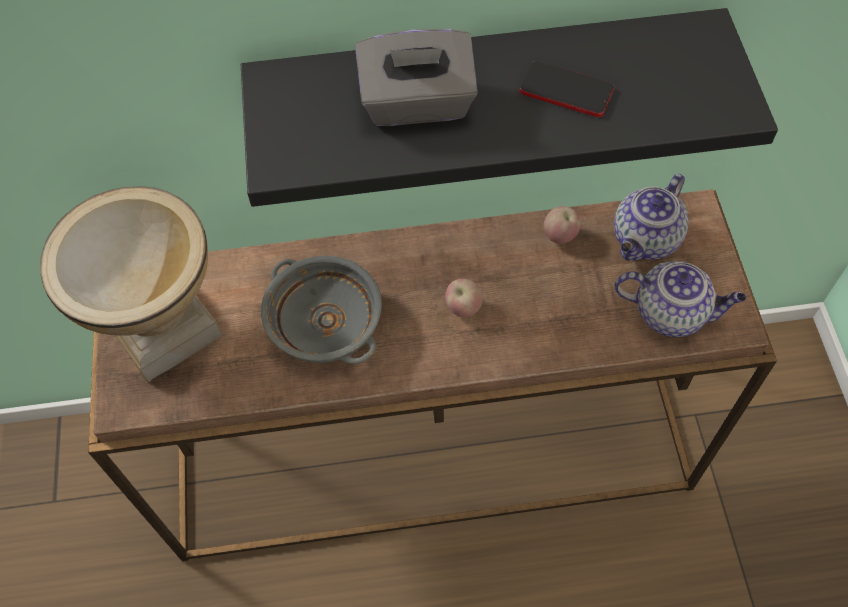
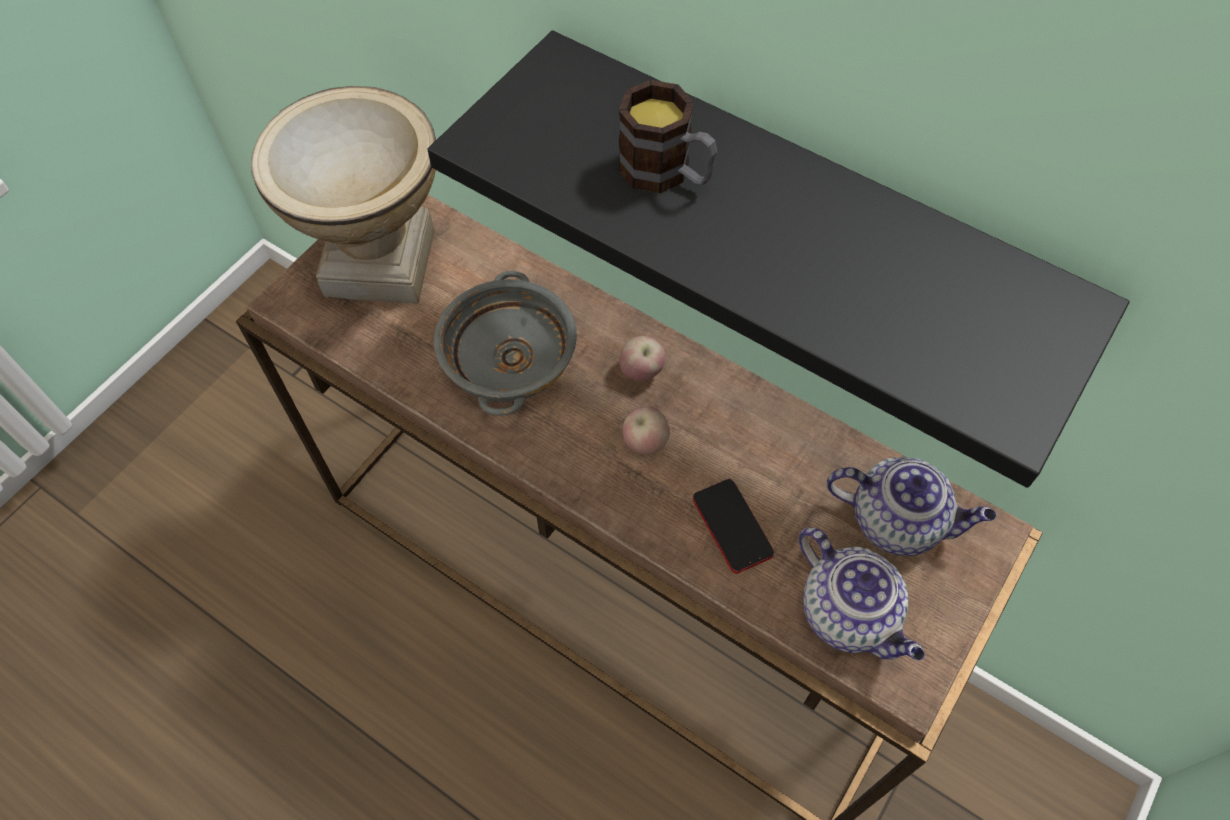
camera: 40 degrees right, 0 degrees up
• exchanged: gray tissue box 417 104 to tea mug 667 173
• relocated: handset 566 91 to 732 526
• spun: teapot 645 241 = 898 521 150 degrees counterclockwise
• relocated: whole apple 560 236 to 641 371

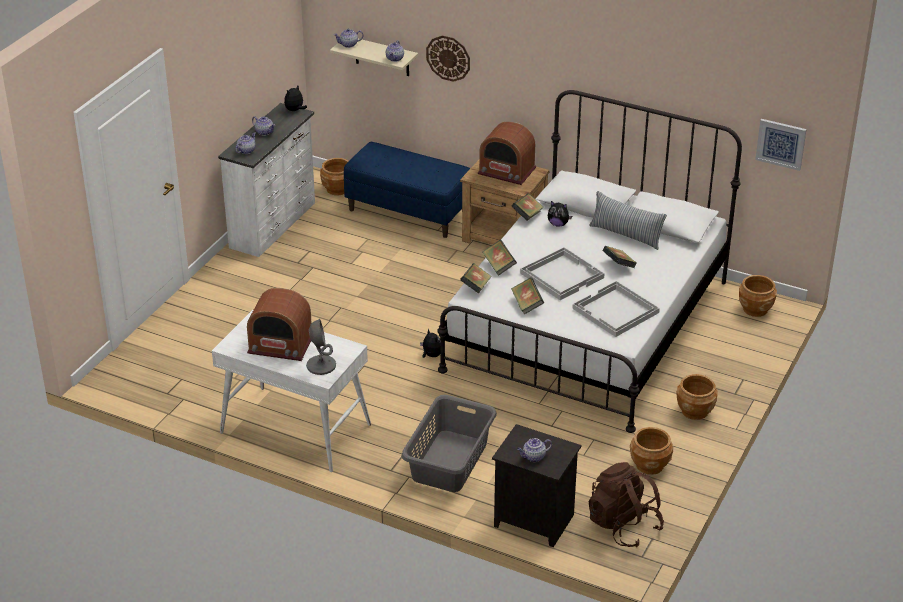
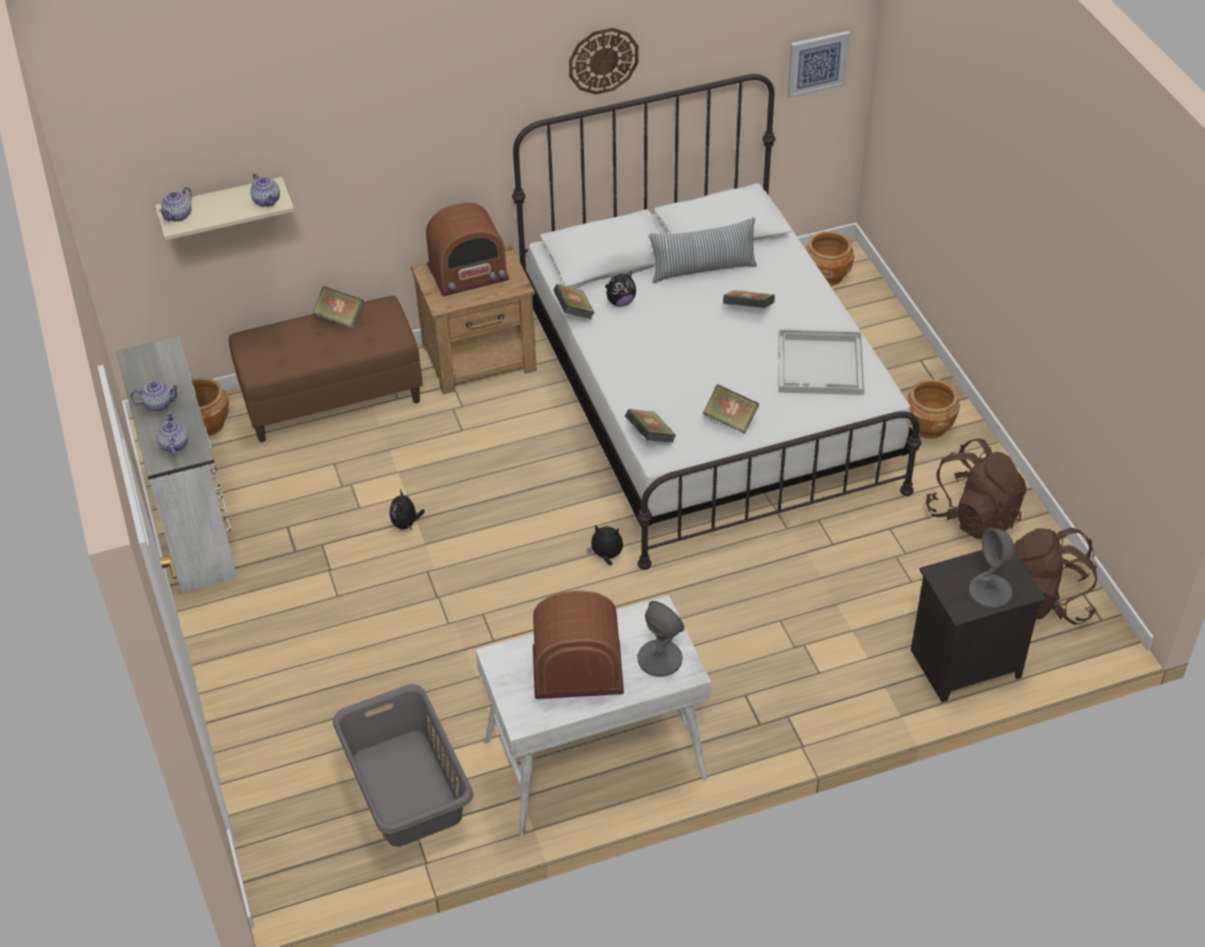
camera: 45 degrees left, 10 degrees up
• relocated: hanging clock 448 58 to 603 60
• relocated: cuddly toy 295 110 to 406 524
• colour: blue-coloured long seat 408 212 to brownish long seat 332 398
• relocated: bound book 499 266 to 339 318
• missing: whitish tray 562 275
• spun: radio set 280 345 = 577 669 150 degrees counterclockwise
• relocated: gray hamper 448 461 to 406 789
• exchanged: brownish plant pot 650 465 to brownish backpack 973 516
• exchanged: teapot 533 457 to gray lamp for a table 990 592

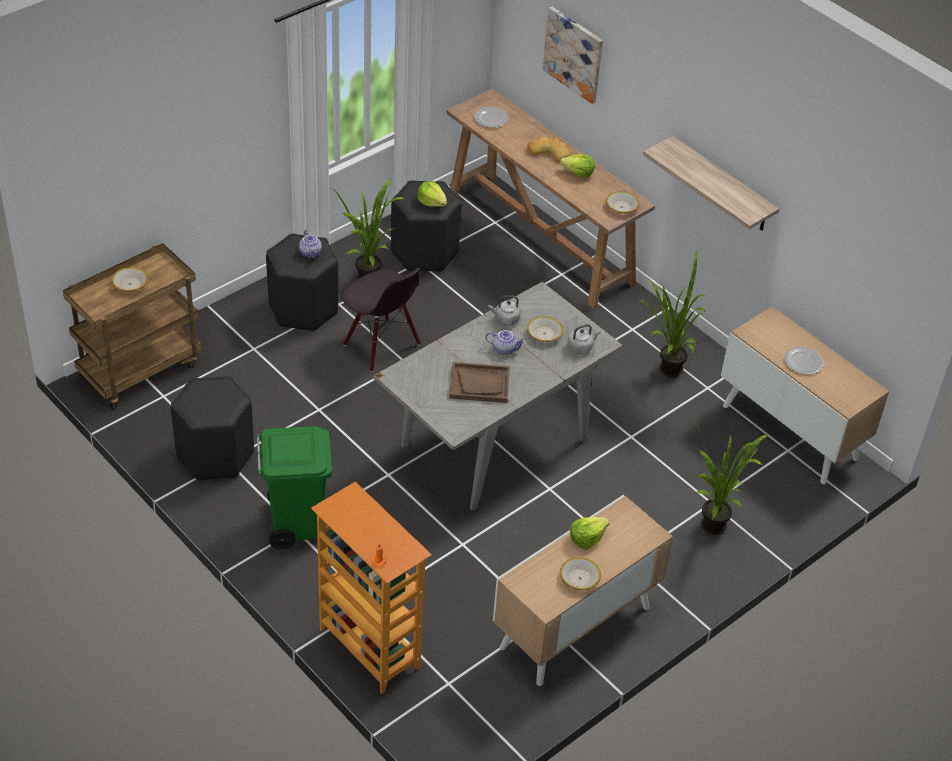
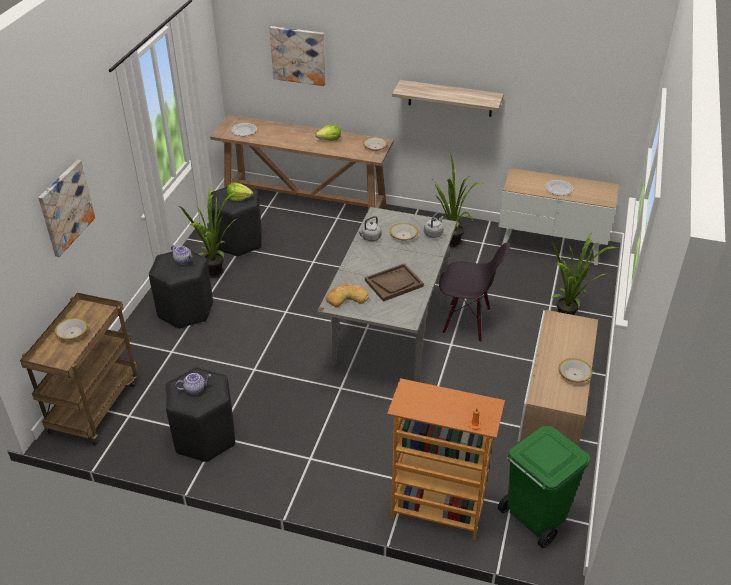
camera: 30 degrees left, 5 degrees down
• relocated: bakery bread 549 152 to 346 298
• relocated: black plain chair 381 345 to 466 322
• relocated: teapot 504 349 to 195 389
• relocated: green trash can 296 523 to 534 518
• missing: lettuce head 587 538
• appeared: wall art 65 207

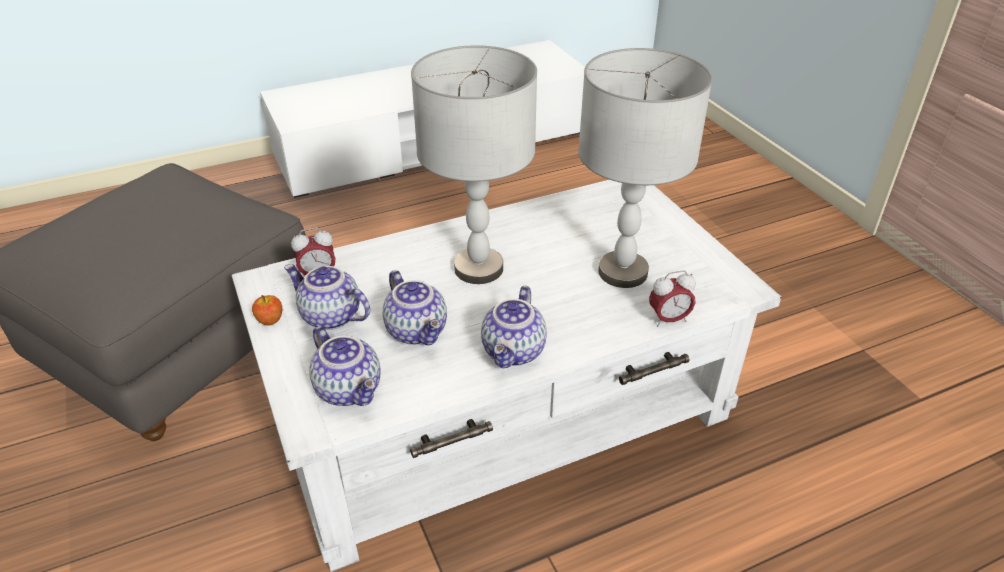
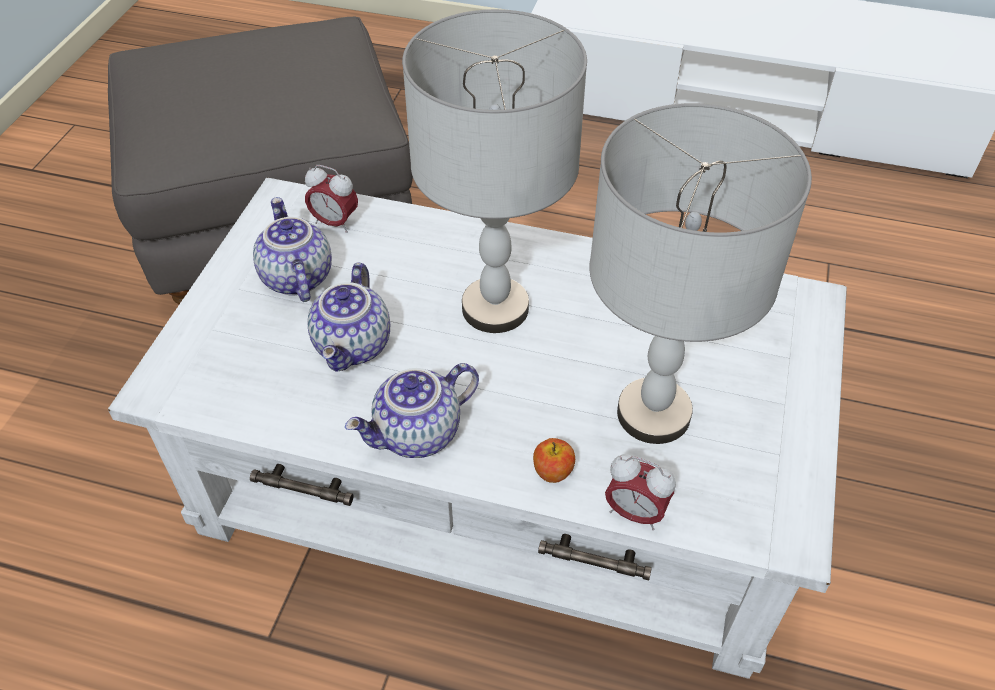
camera: 40 degrees right, 10 degrees up
• relocated: whole apple 270 320 to 553 471
• missing: teapot 350 389

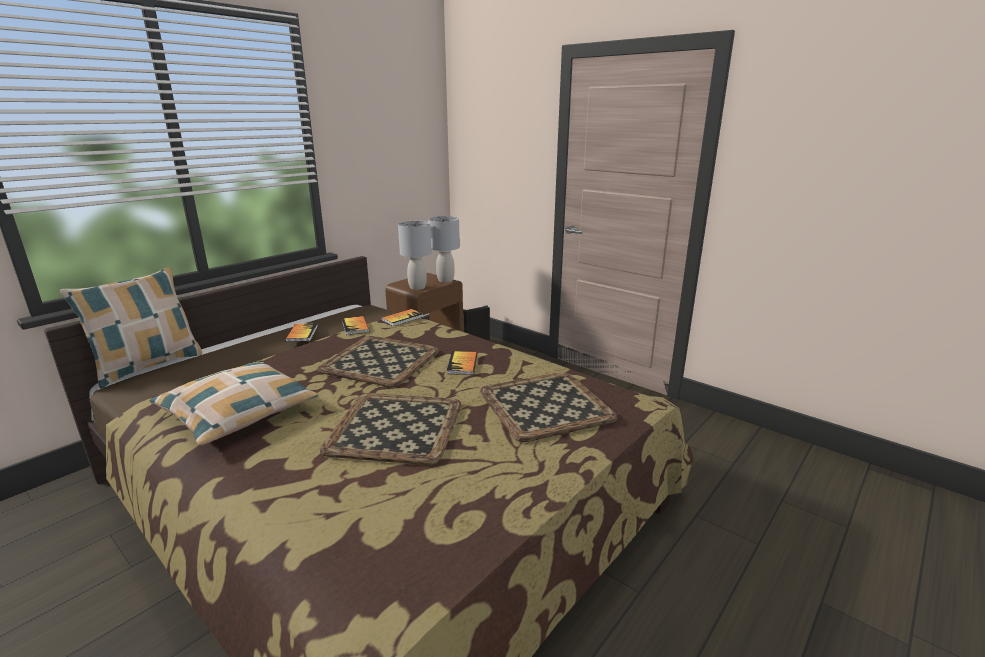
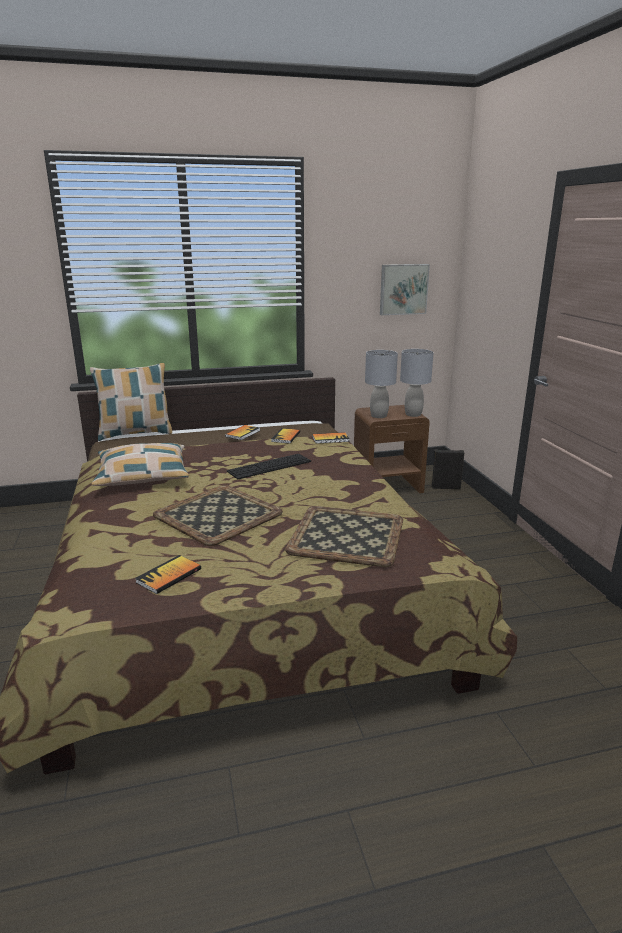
camera: 35 degrees right, 0 degrees up
• exchanged: tray 380 360 to computer keyboard 269 466
• relocated: bound book 462 364 to 169 576
• appeared: wall art 403 289

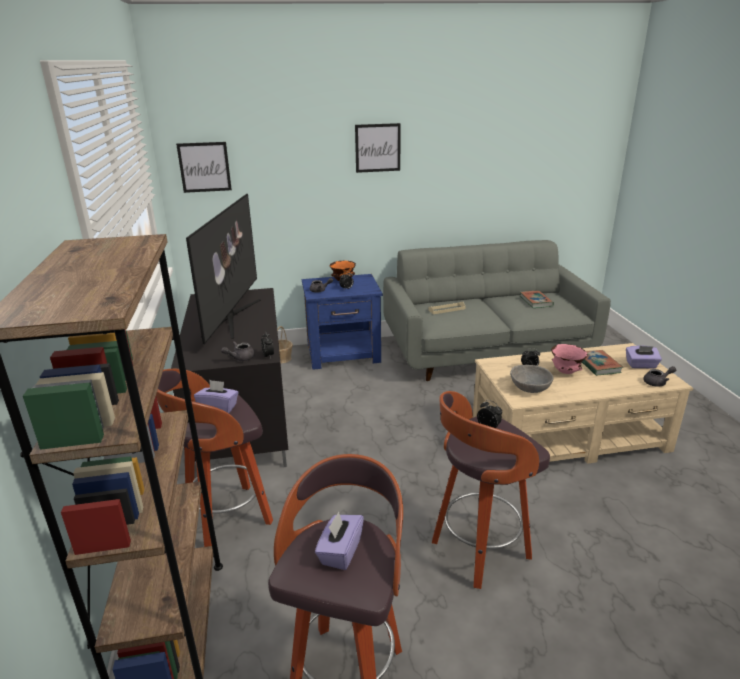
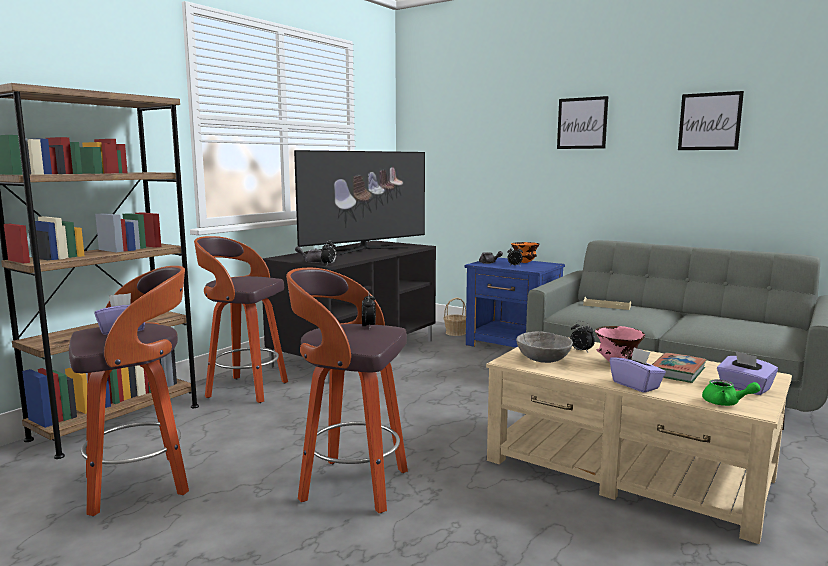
camera: 45 degrees right, 15 degrees down
• relocated: wall art 204 167 to 709 121
• missing: bound book 536 301
• colour: gray teapot 657 382 to green teapot 726 403
• relocated: purplish tissue box 218 408 to 636 385

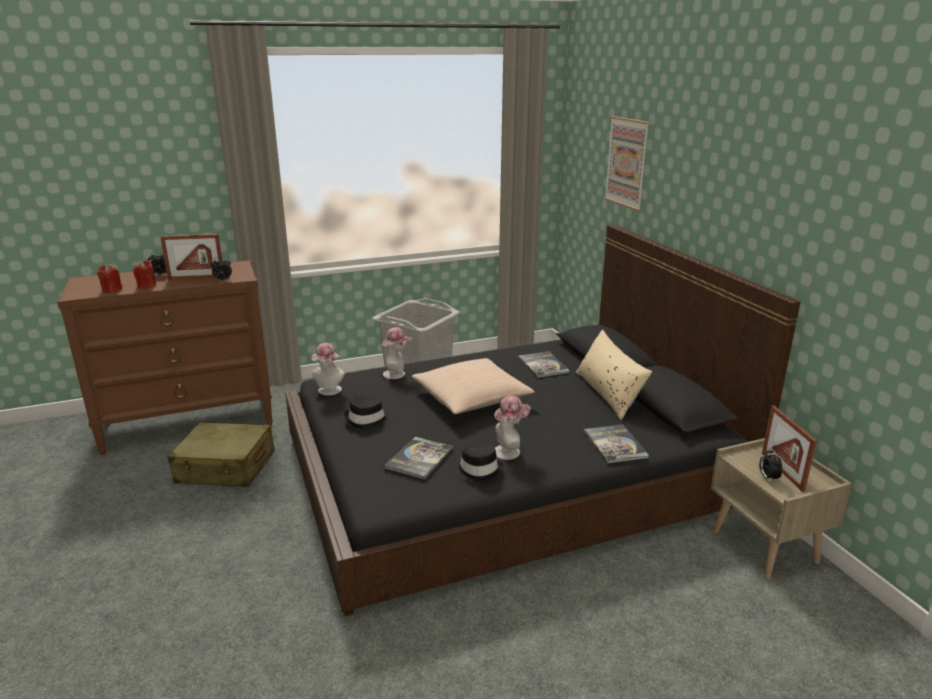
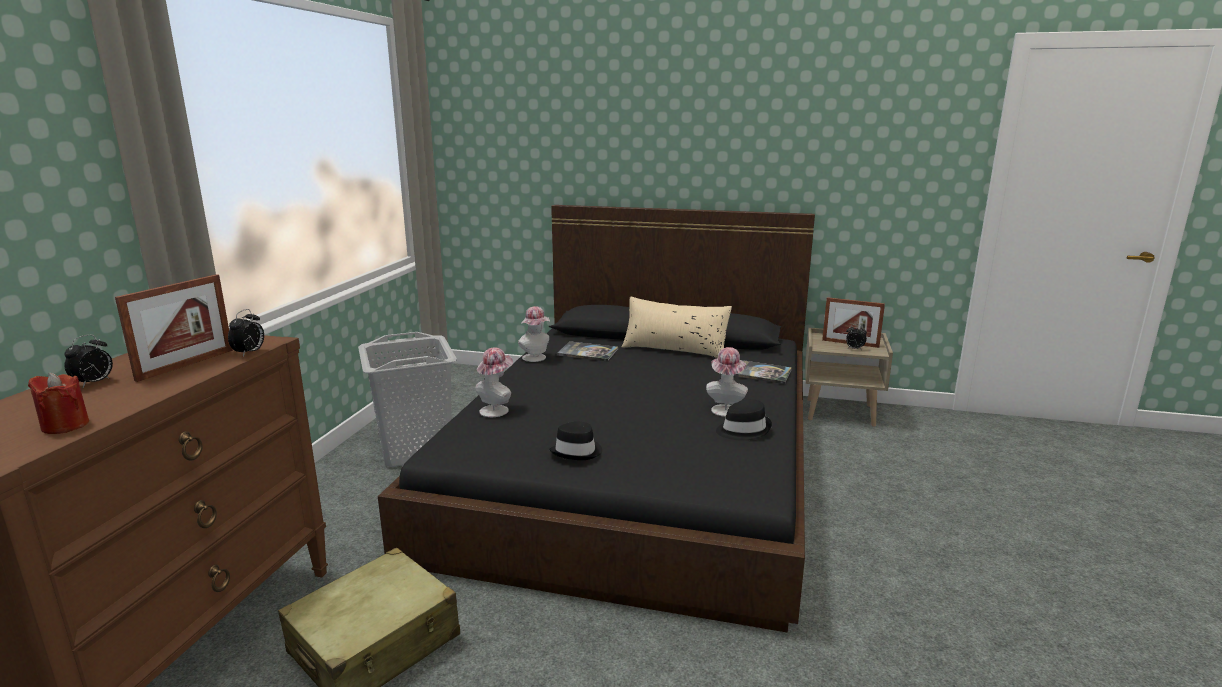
camera: 55 degrees left, 5 degrees down
• missing: wall art 627 162
• missing: reddish candle 146 286
• relocated: wearable hat 329 391 to 536 358
• missing: beige-coloured cushion 471 398
• missing: bound book 420 458

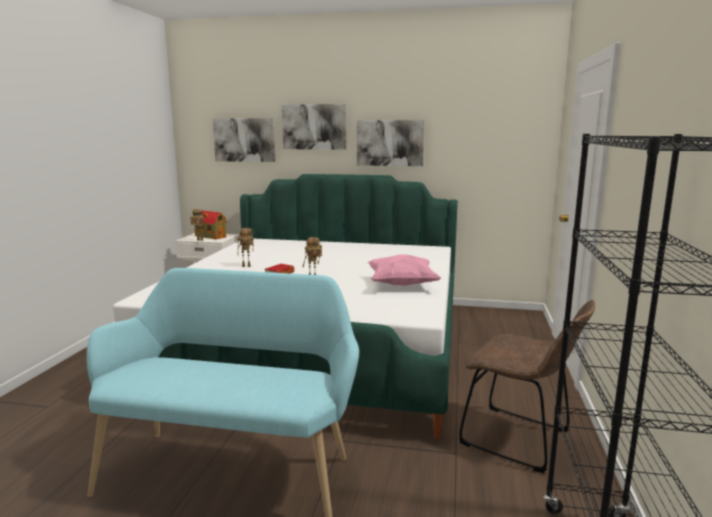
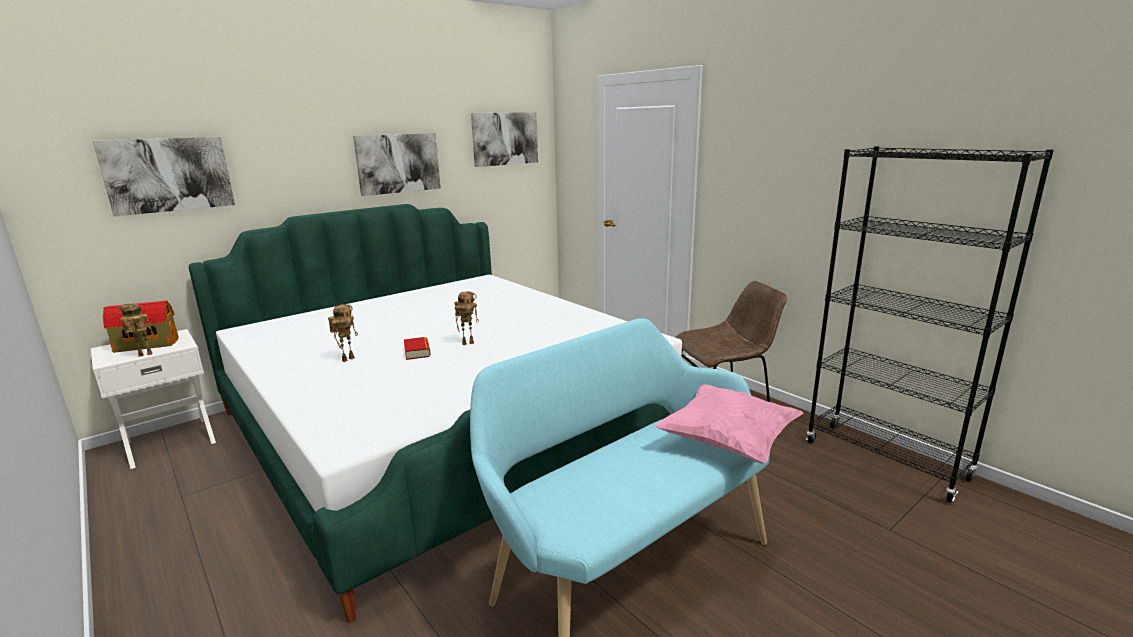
camera: 50 degrees left, 5 degrees up
• relocated: wall art 314 127 to 505 138
• relocated: pink-coloured cushion 401 284 to 727 442

